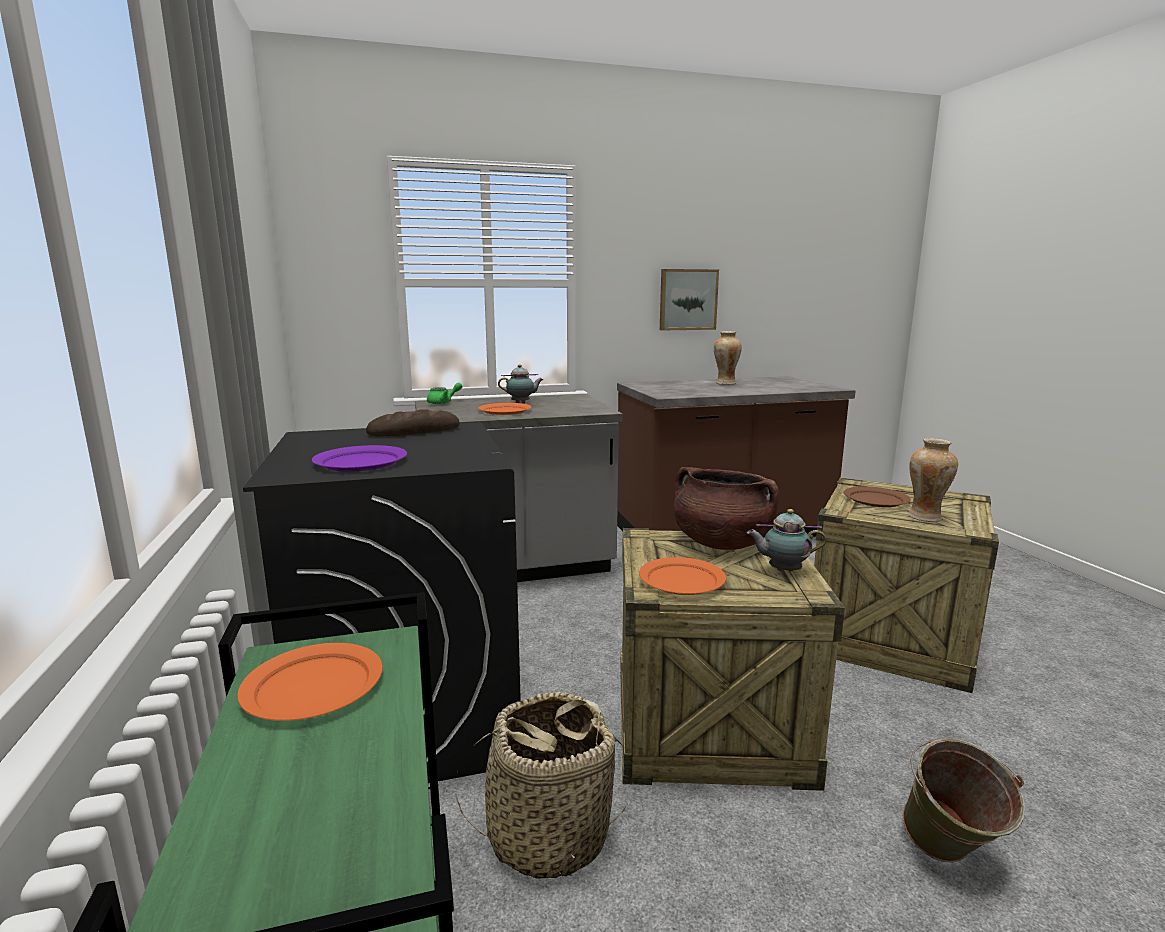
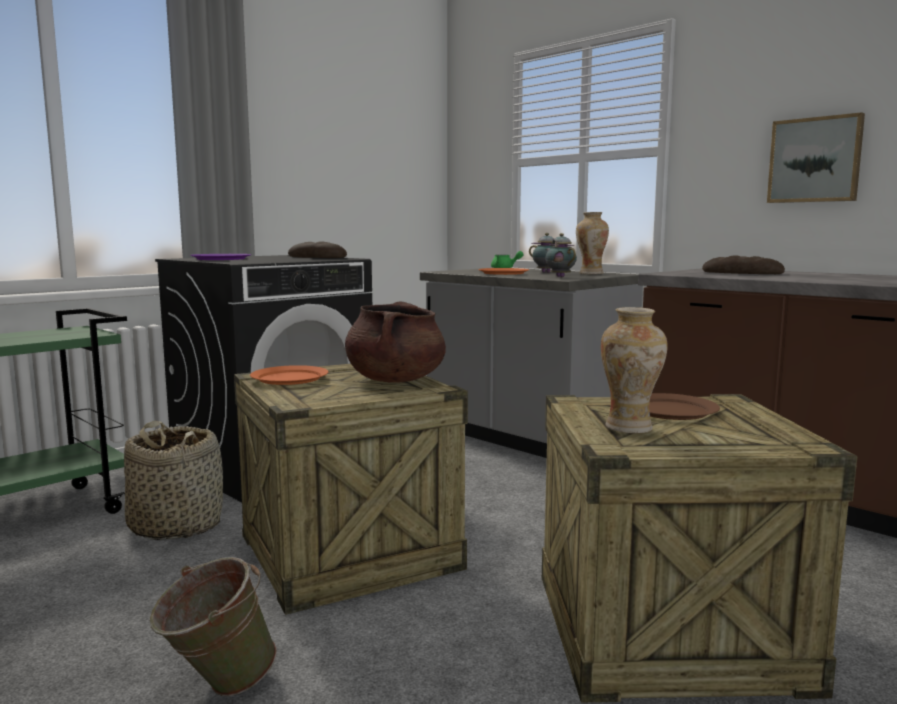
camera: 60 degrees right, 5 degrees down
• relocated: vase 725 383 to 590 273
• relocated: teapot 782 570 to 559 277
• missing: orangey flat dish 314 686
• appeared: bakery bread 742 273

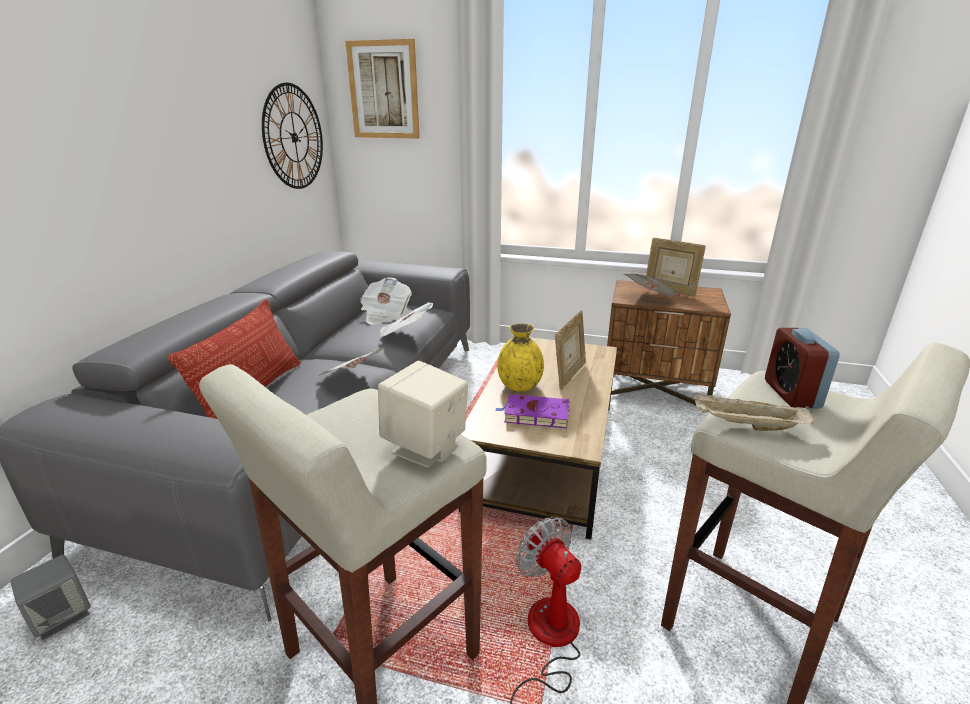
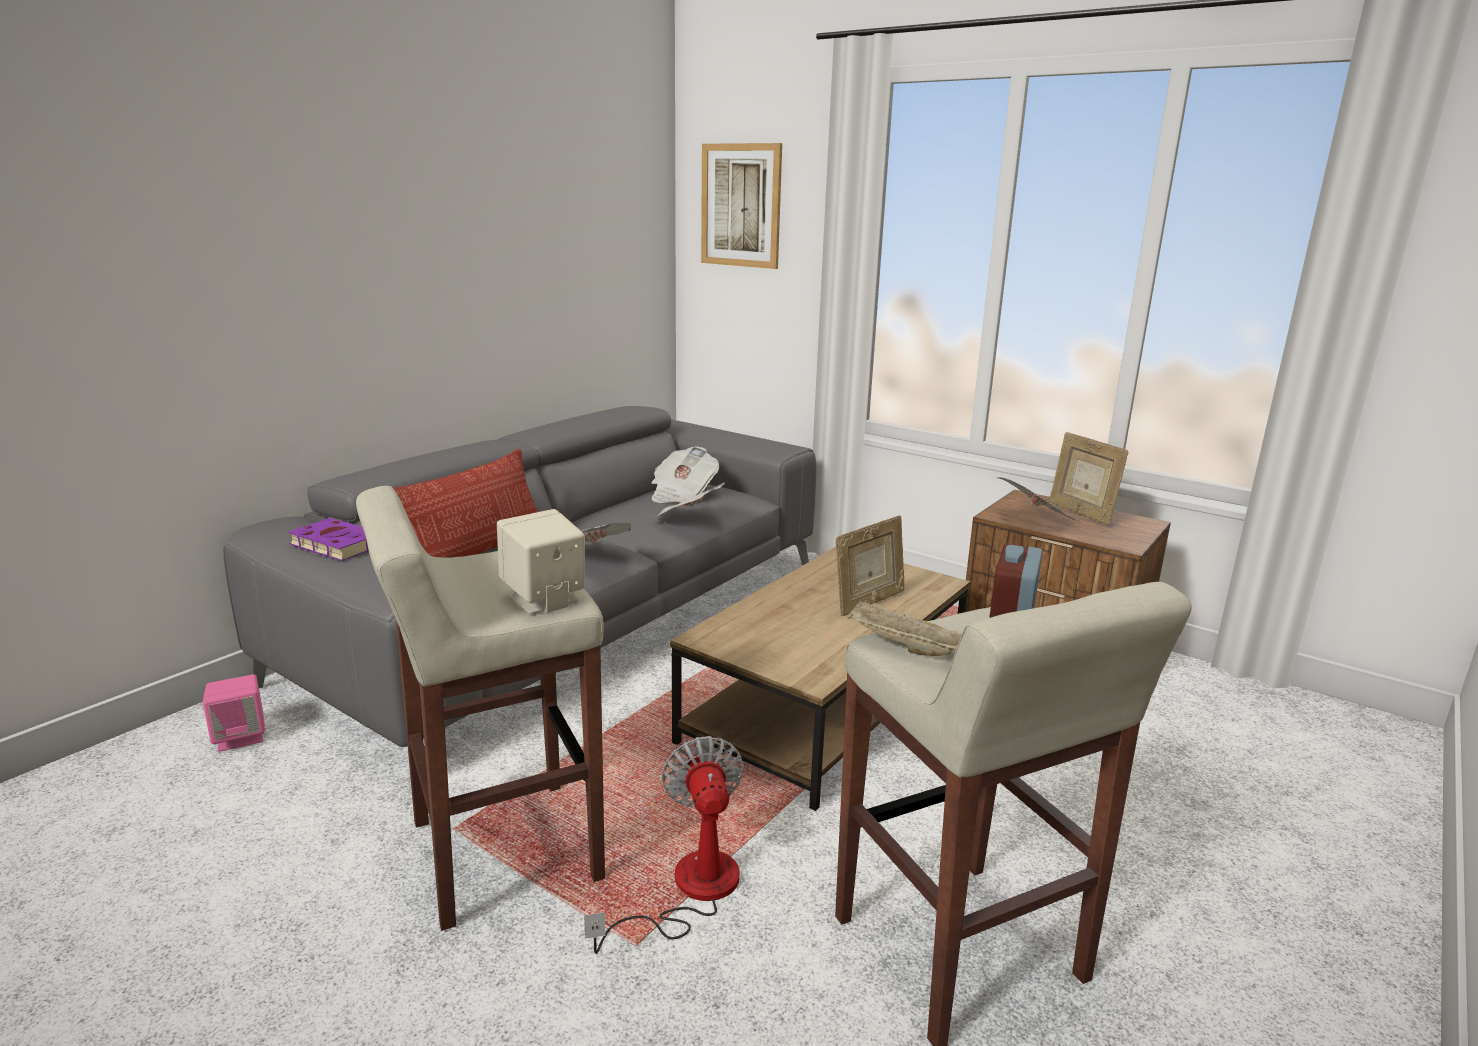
camera: 20 degrees right, 5 degrees down
• missing: hanging clock 294 137
• missing: yellowish vase 520 386
• relocated: purplish bound book 534 415 to 335 544
• colour: gray loudspeaker 62 616 to pink-coloured loudspeaker 241 737

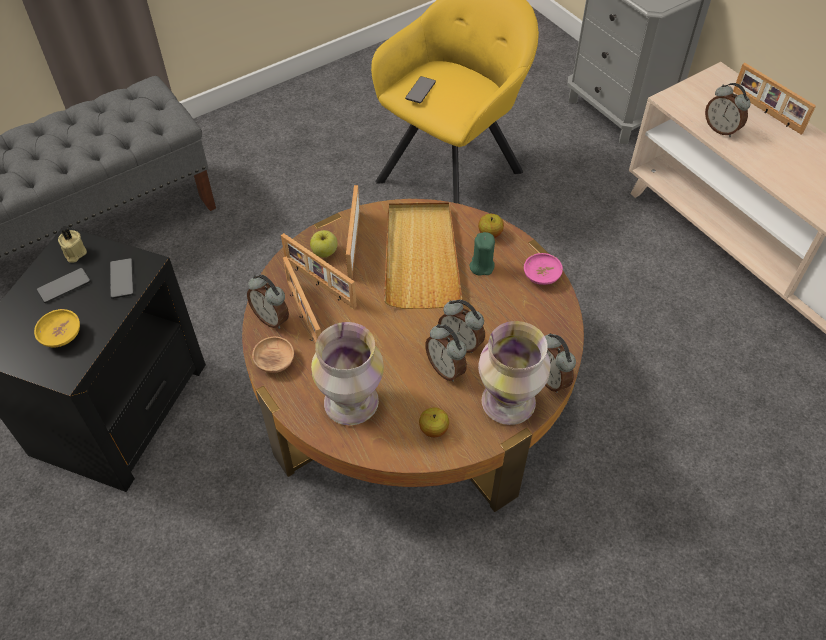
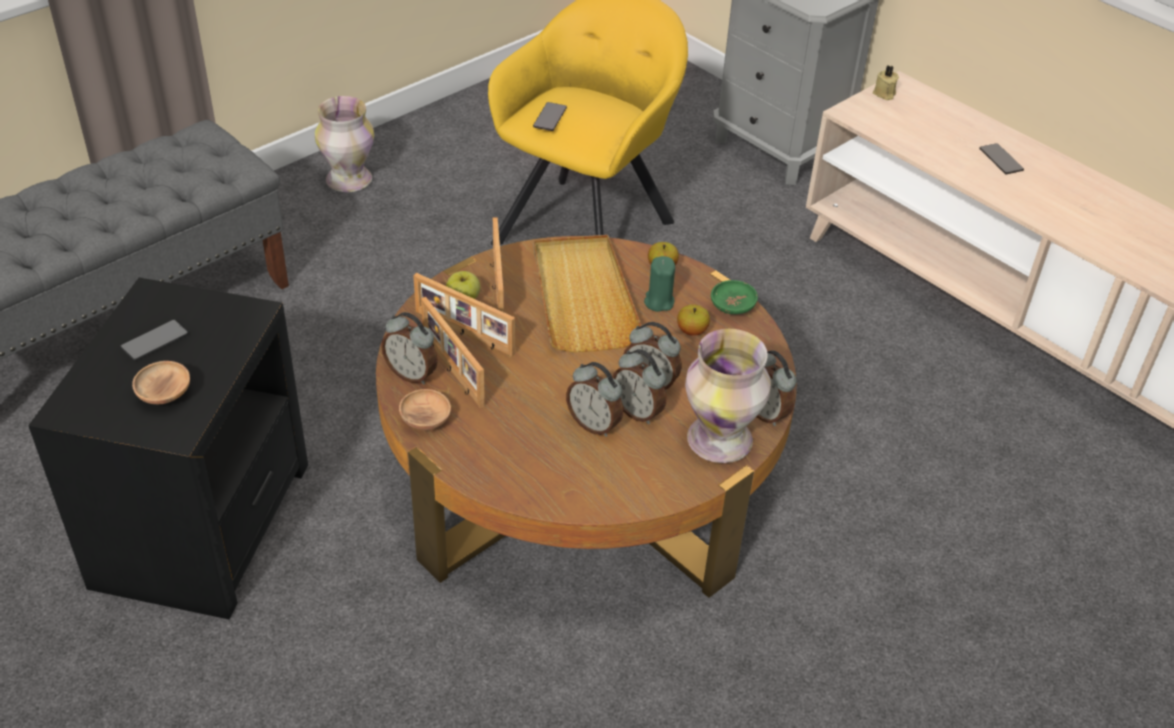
camera: 10 degrees left, 10 degrees down
• missing: picture frame 766 112
• relocated: bedside clock 721 129 to 594 424
• relocated: beige-coloured candle 74 253 to 884 94
• colour: pink-coloured serving bowl 541 276 to green serving bowl 732 307
• relocated: handset 122 279 to 1000 160
• colour: yellowish serving bowl 62 336 to brownish serving bowl 164 394
• relocated: vase 350 403 to 348 181
• relocated: whole apple 433 429 to 692 331

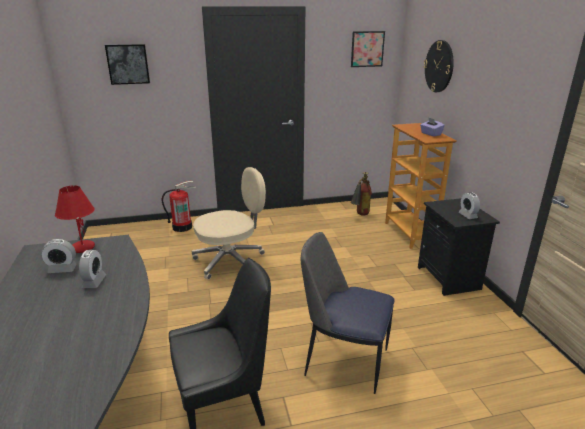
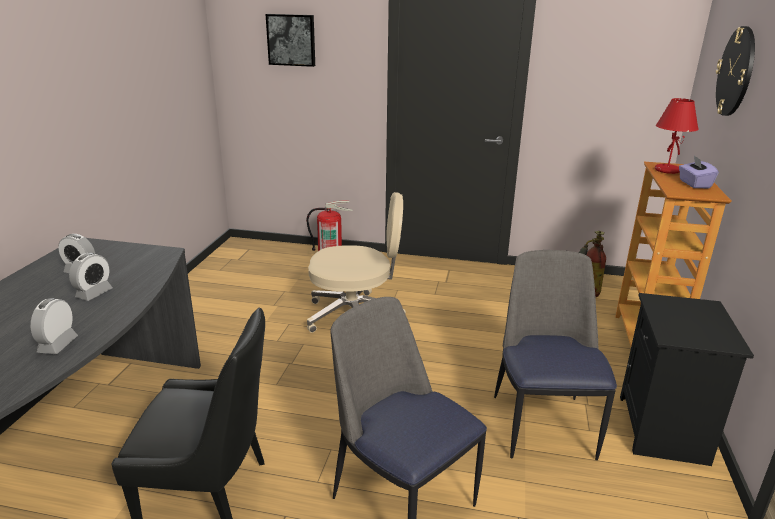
camera: 25 degrees right, 0 degrees up
• missing: wall art 367 49
• relocated: reddish lamp for a table 82 248 to 666 170
• relocated: bedside clock 467 215 to 58 344
• appeared: plain chair 543 423

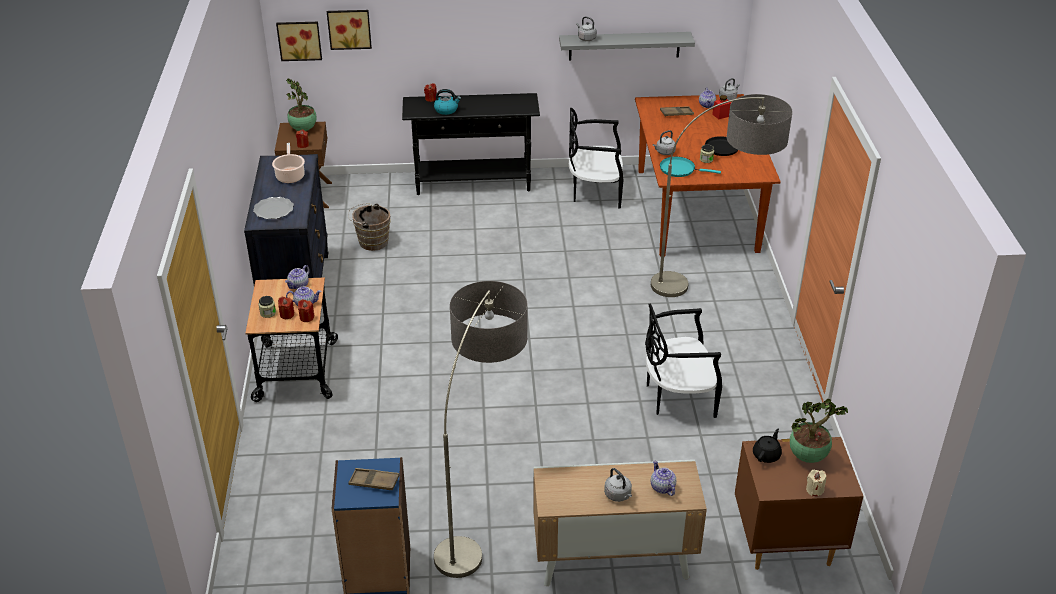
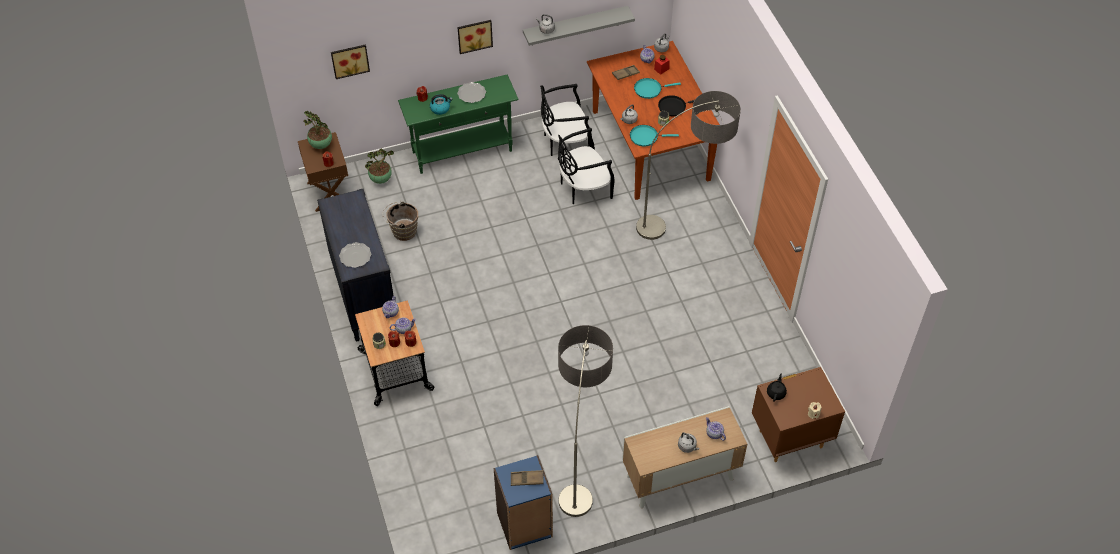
camera: 15 degrees left, 15 degrees up
• relocated: wall art 299 40 to 474 35
• colour: black narrow table 473 183 to green narrow table 462 151
• missing: saucepot 290 175
• relocated: black plain chair 678 396 to 583 188
• relocated: potted plant 808 456 to 381 179
• appeared: turquoise pan 649 89
• appeared: flat dish 472 93

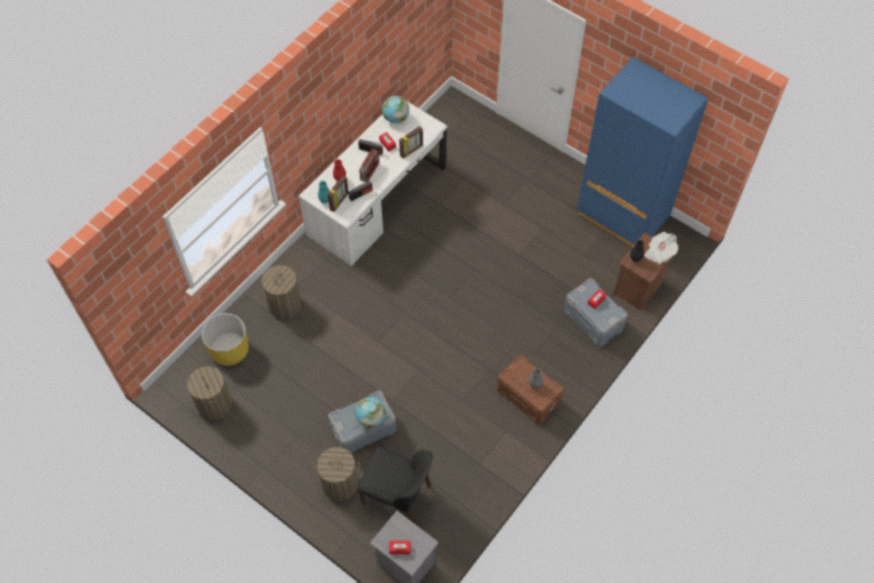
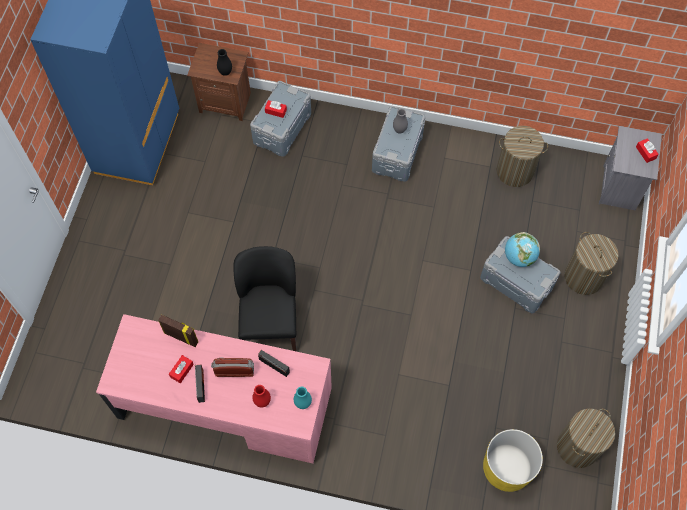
camera: 115 degrees left, 5 degrees up
• missing: globe 396 118
• colour: whitish desk 377 201 to pink-coloured desk 225 403
• missing: picture frame 339 202
• missing: printed paper 659 252
• relocated: hamper 284 304 to 514 171
• colour: brownish storage container 528 396 to gray storage container 398 153
• relocated: black plain chair 398 495 to 270 321

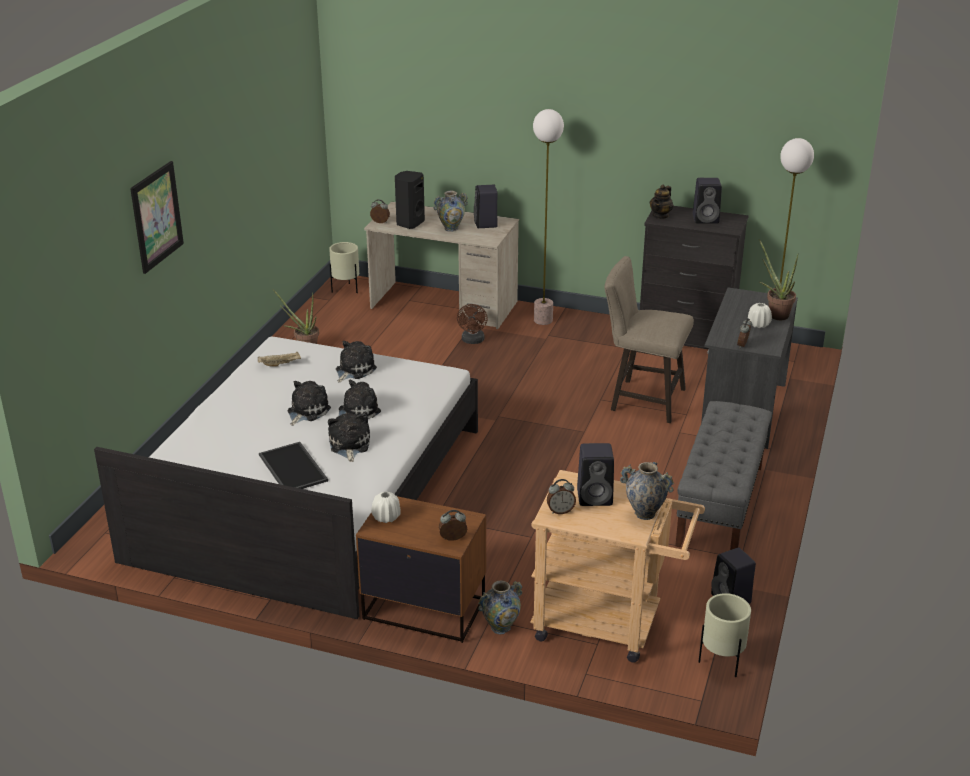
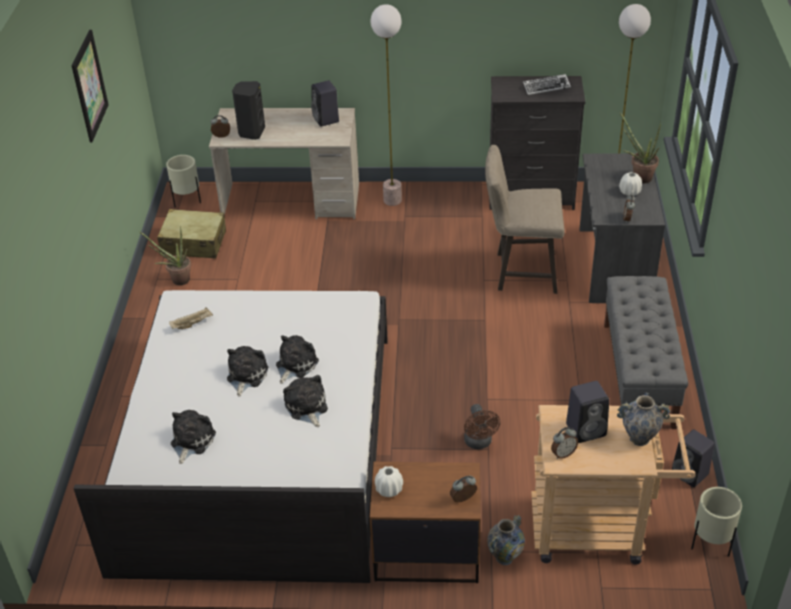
camera: 15 degrees left, 10 degrees up
• relocated: wall art 156 216 to 89 86
• exchanged: black loudspeaker 706 219 to computer keyboard 546 87
• missing: teapot 661 215
• missing: vase 451 228
• relocated: brownish electric fan 473 341 to 479 443
• relocated: cuddly toy 353 370 to 191 441
• missing: tray 291 468
• appeared: beige-coloured suitcase 193 243

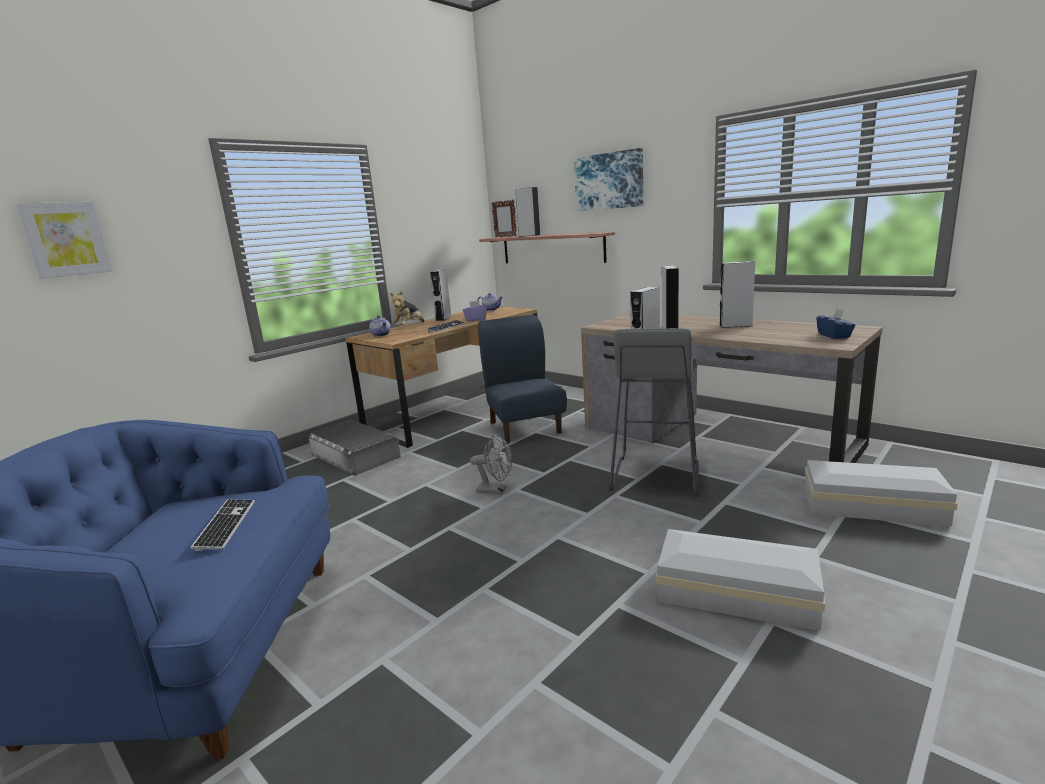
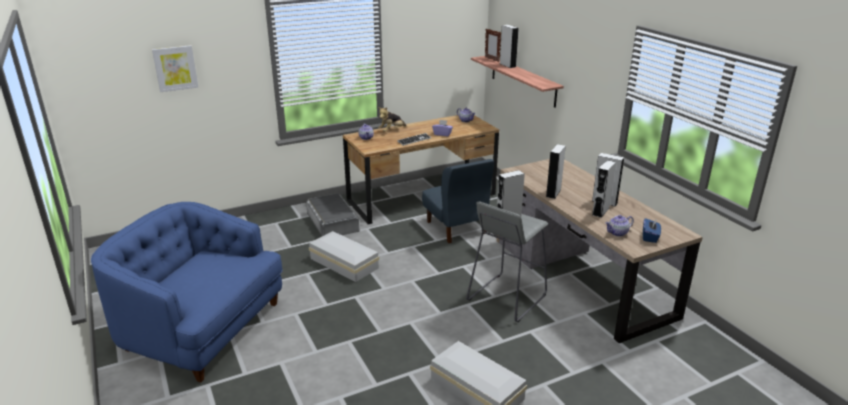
camera: 20 degrees right, 10 degrees up
• missing: wall art 609 181
• relocated: gray loudspeaker 443 318 to 600 211
• spun: blue-coloured plain chair 525 427 = 456 227 150 degrees clockwise
• missing: gray electric fan 496 490
• relocated: whitish storage container 870 505 to 344 262
• missing: computer keyboard 226 525
• appeared: teapot 617 233

